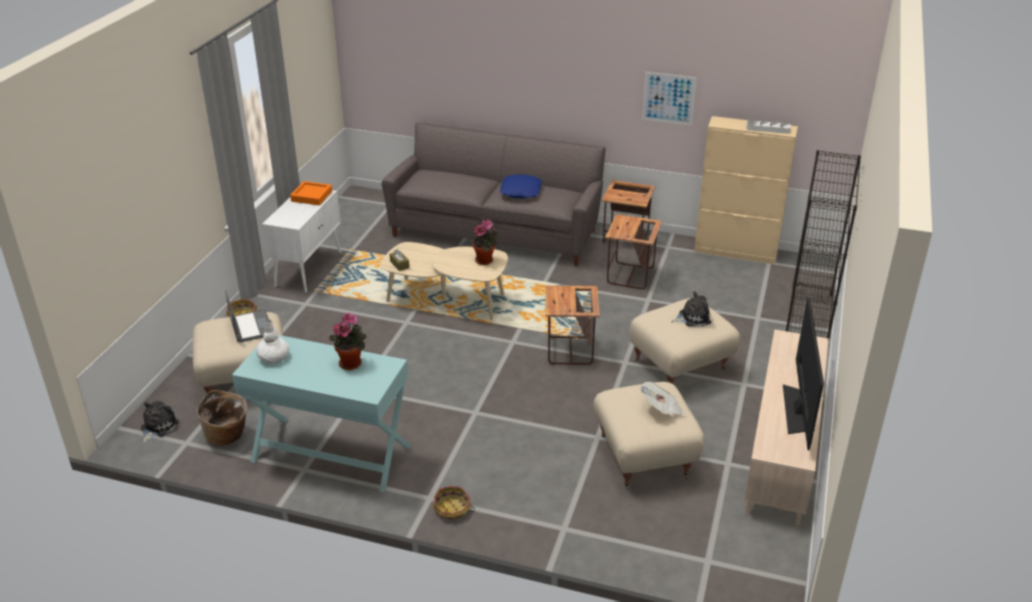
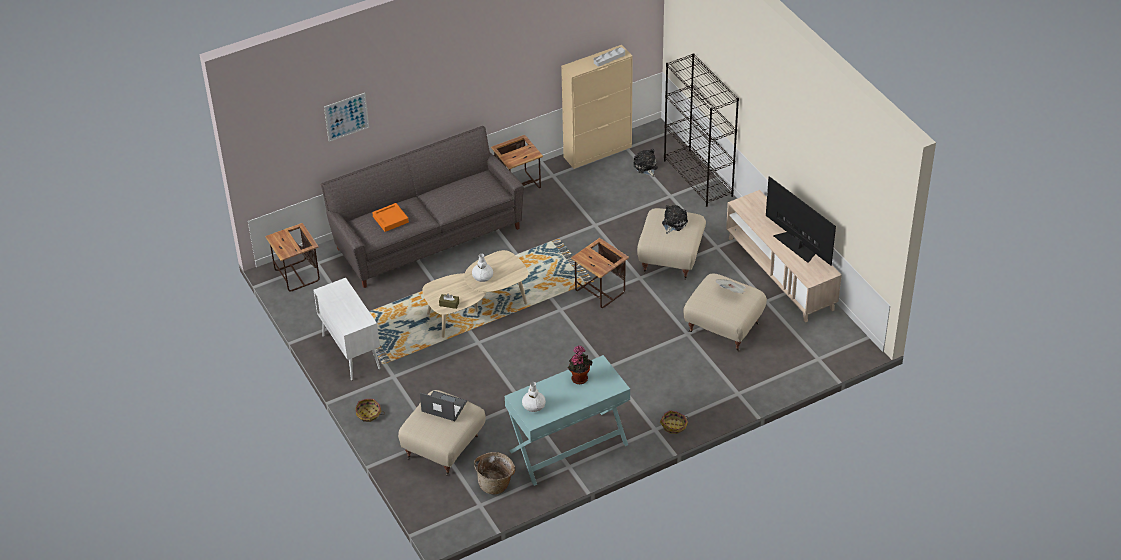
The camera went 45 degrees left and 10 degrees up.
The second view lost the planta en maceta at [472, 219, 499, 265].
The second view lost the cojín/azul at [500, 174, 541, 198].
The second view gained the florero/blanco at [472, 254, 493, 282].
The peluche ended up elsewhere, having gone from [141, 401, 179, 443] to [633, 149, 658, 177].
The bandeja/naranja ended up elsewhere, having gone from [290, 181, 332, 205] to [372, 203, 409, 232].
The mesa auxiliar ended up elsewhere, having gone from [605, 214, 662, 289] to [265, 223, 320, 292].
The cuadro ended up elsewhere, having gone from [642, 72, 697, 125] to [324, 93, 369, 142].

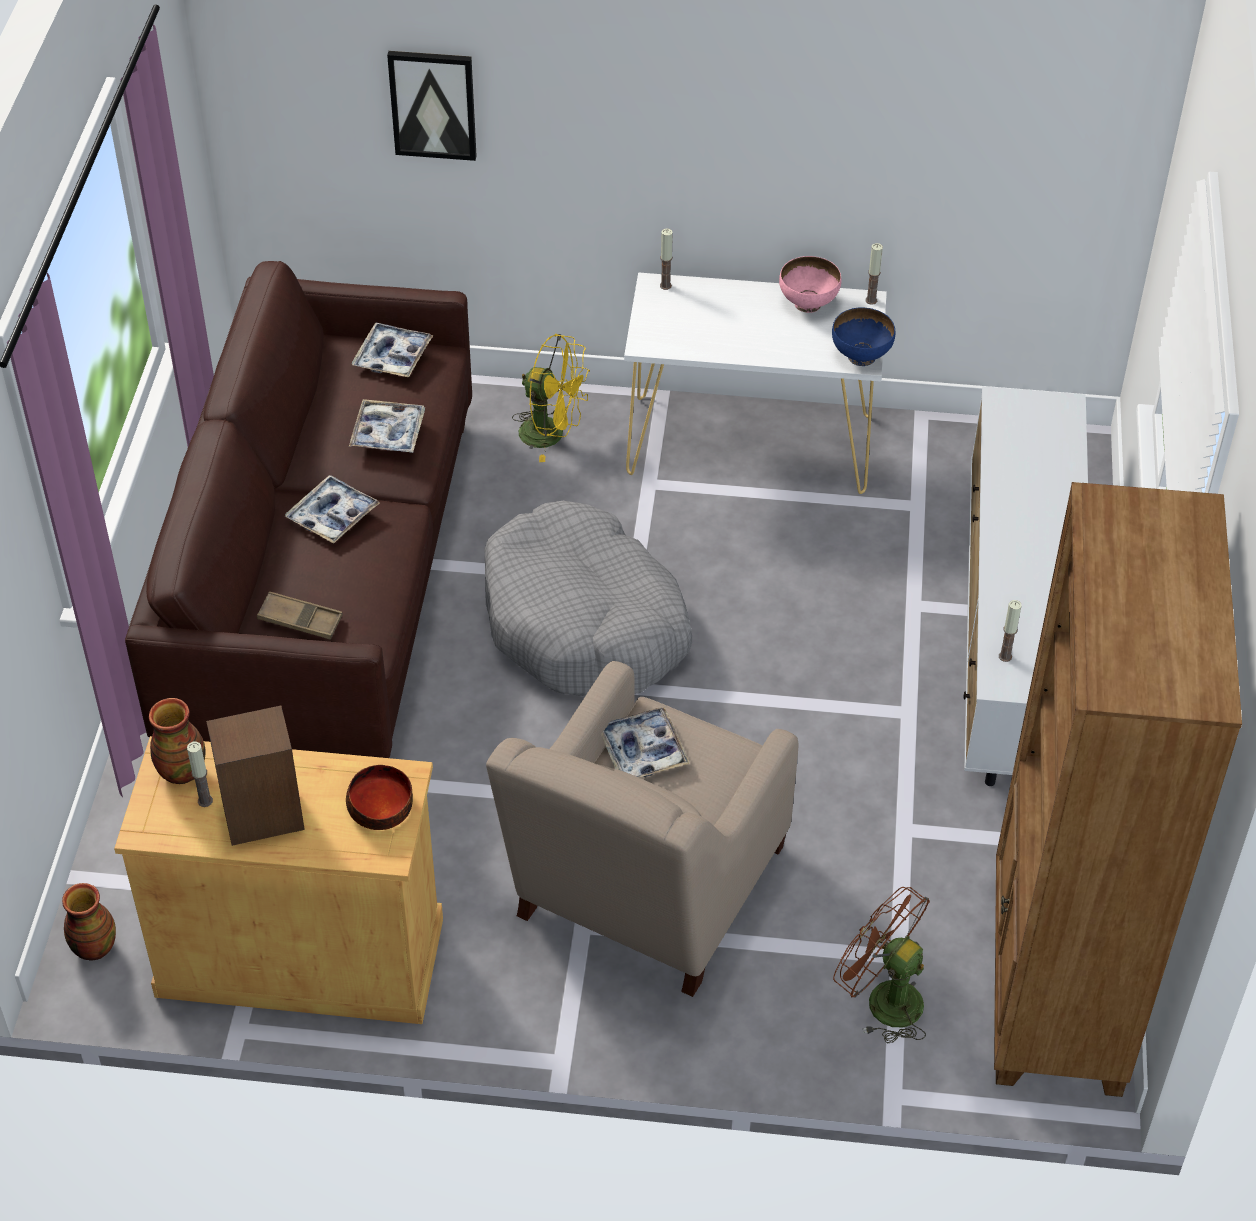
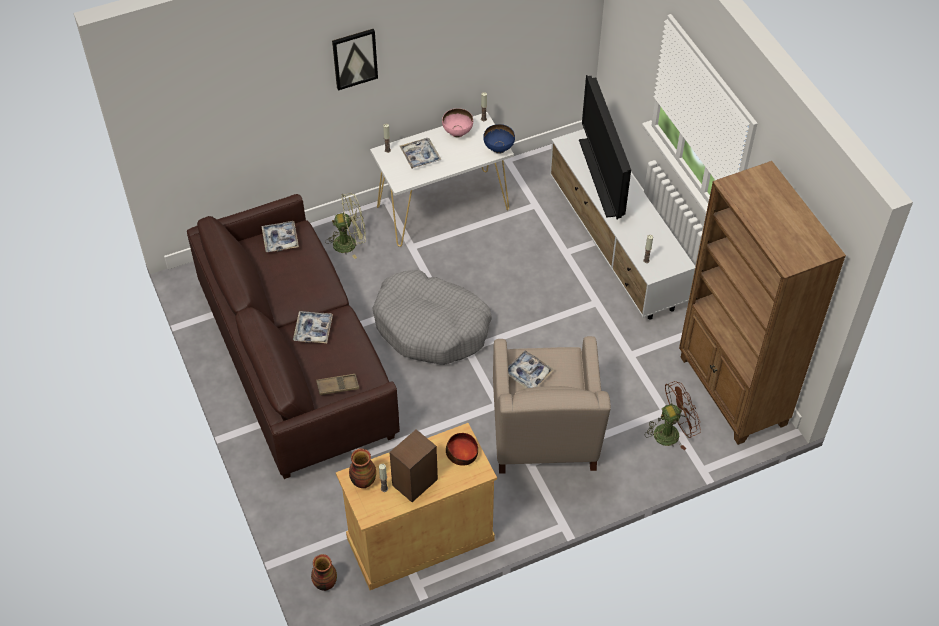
The camera went 30 degrees left and 5 degrees up.
The second view gained the televisor at [579, 75, 631, 220].
The bandeja ended up elsewhere, having gone from [349, 399, 425, 453] to [400, 138, 442, 169].
The cuadro ended up elsewhere, having gone from [387, 51, 477, 161] to [332, 29, 378, 90].
What was the ventilador/amarillo at [512, 334, 590, 462] turned into the ventilador/verde at [325, 193, 366, 259].
The ventilador/marrón at [833, 887, 930, 1043] ended up facing another way, 150 degrees clockwise from before.

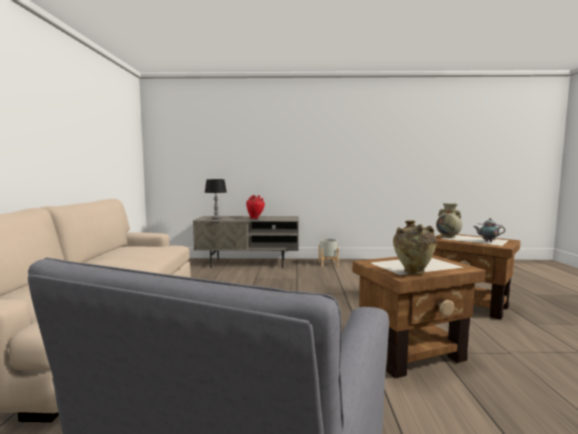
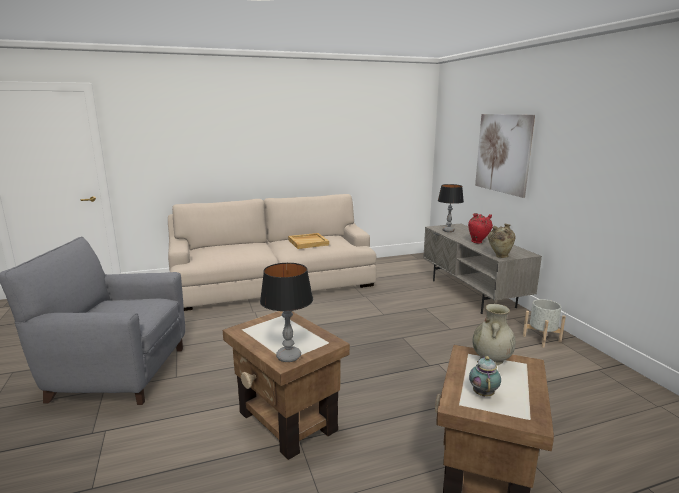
The camera went 70 degrees right and 10 degrees up.
The second view gained the lámpara de mesa at [260, 263, 313, 362].
The second view gained the bandeja/beis at [288, 233, 329, 249].
The second view gained the cuadro at [475, 114, 535, 198].
The florero/beis ended up elsewhere, having gone from [393, 220, 437, 275] to [488, 224, 516, 258].

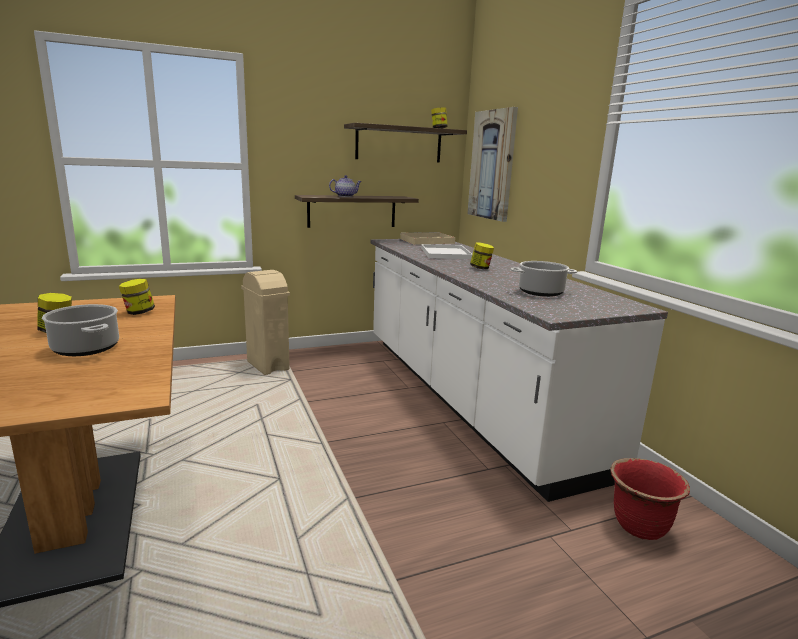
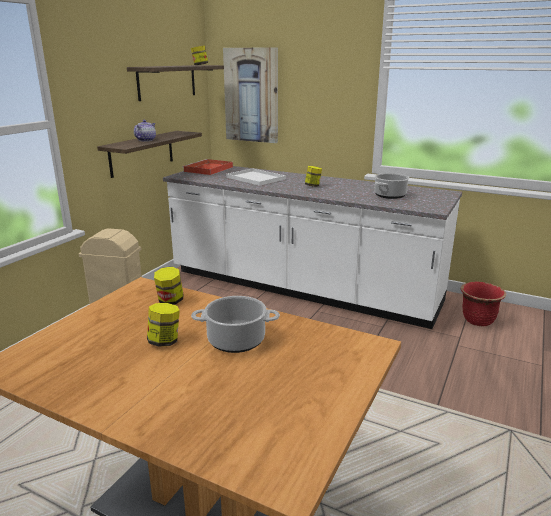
The camera went 40 degrees left and 5 degrees up.
What was the bandeja/beis at [400, 232, 455, 245] turned into the bandeja/rojo at [182, 159, 233, 175].

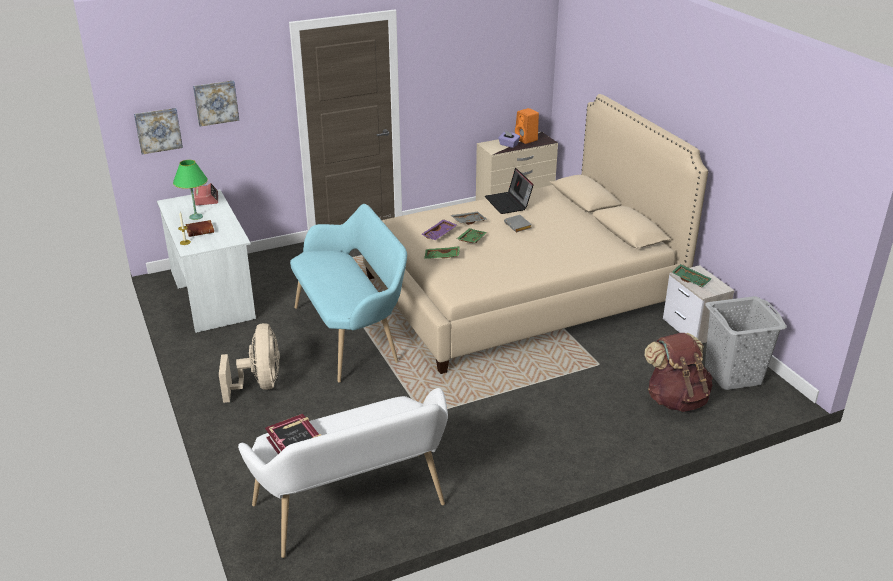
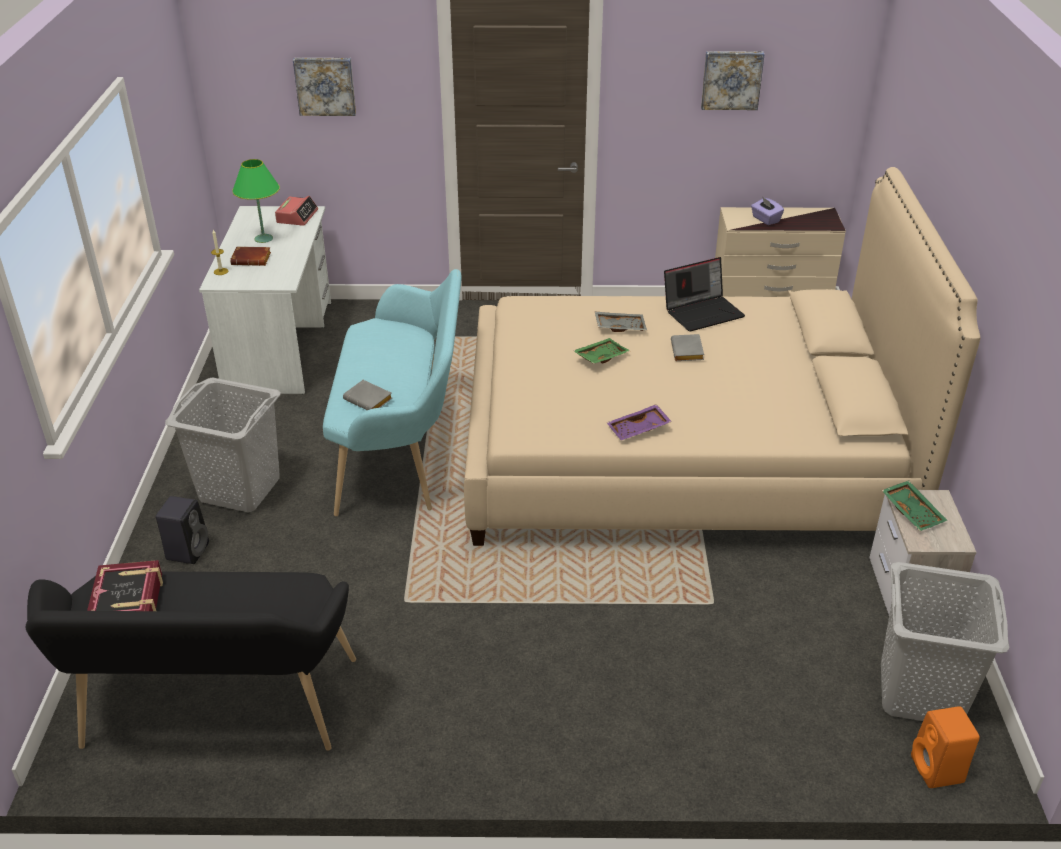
The camera went 25 degrees right and 5 degrees up.
The second view lost the bandeja/verde at [424, 246, 460, 259].
The second view lost the mochila/marrón at [644, 333, 713, 412].
The second view gained the altavoz/negro at [156, 496, 209, 564].
The second view gained the libro/gris at [343, 380, 392, 410].
The cuadro ended up elsewhere, having gone from [134, 108, 183, 154] to [701, 51, 765, 110].
The bandeja/morado ended up elsewhere, having gone from [421, 219, 457, 240] to [607, 404, 672, 440].
The altavoz/naranja ended up elsewhere, having gone from [515, 108, 539, 144] to [911, 706, 980, 788].
Where the ventilador/beis stood at [219, 323, 280, 403], the cesto de la ropa/gris came to stand at [165, 378, 280, 512].
What was the banco/blanco at [238, 388, 448, 558] turned into the banco/negro at [25, 571, 356, 751].
The portátil at [485, 168, 534, 214] ended up facing another way, 120 degrees counterclockwise from before.

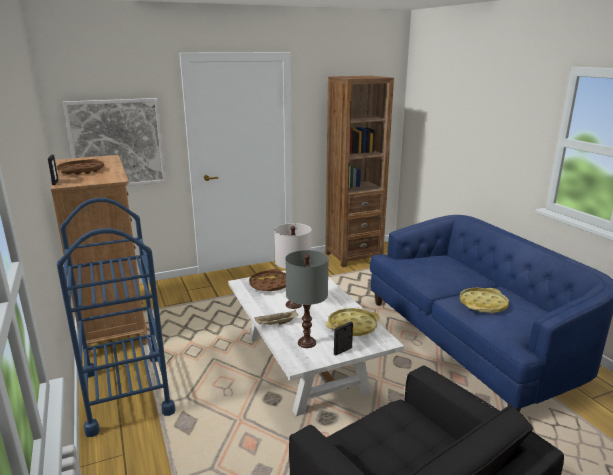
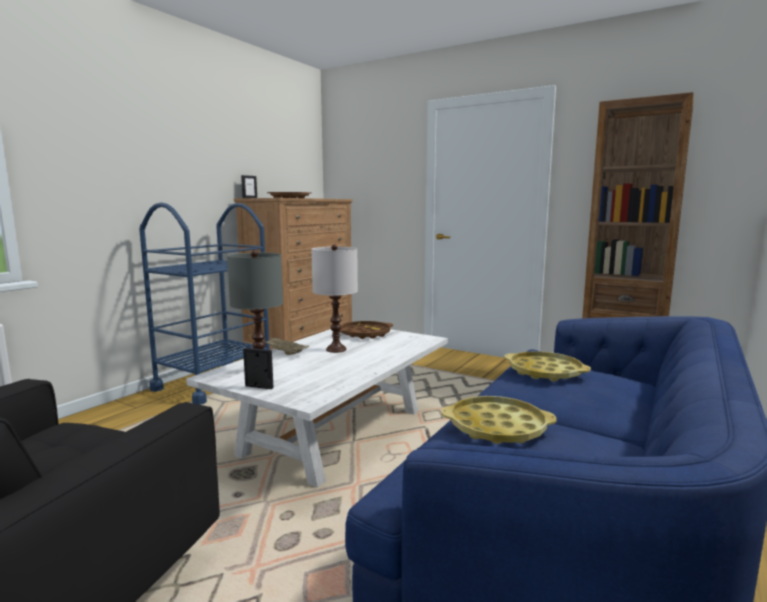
The camera went 55 degrees right and 10 degrees down.
The second view lost the cuadro at [63, 98, 166, 186].
The bandeja/amarillo ended up elsewhere, having gone from [326, 308, 380, 336] to [504, 351, 591, 382].

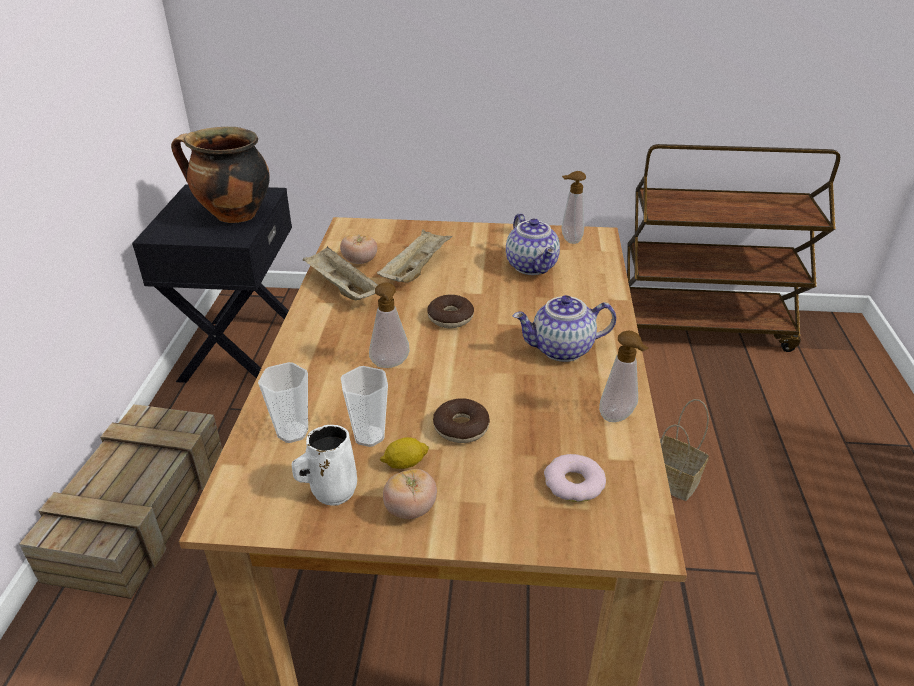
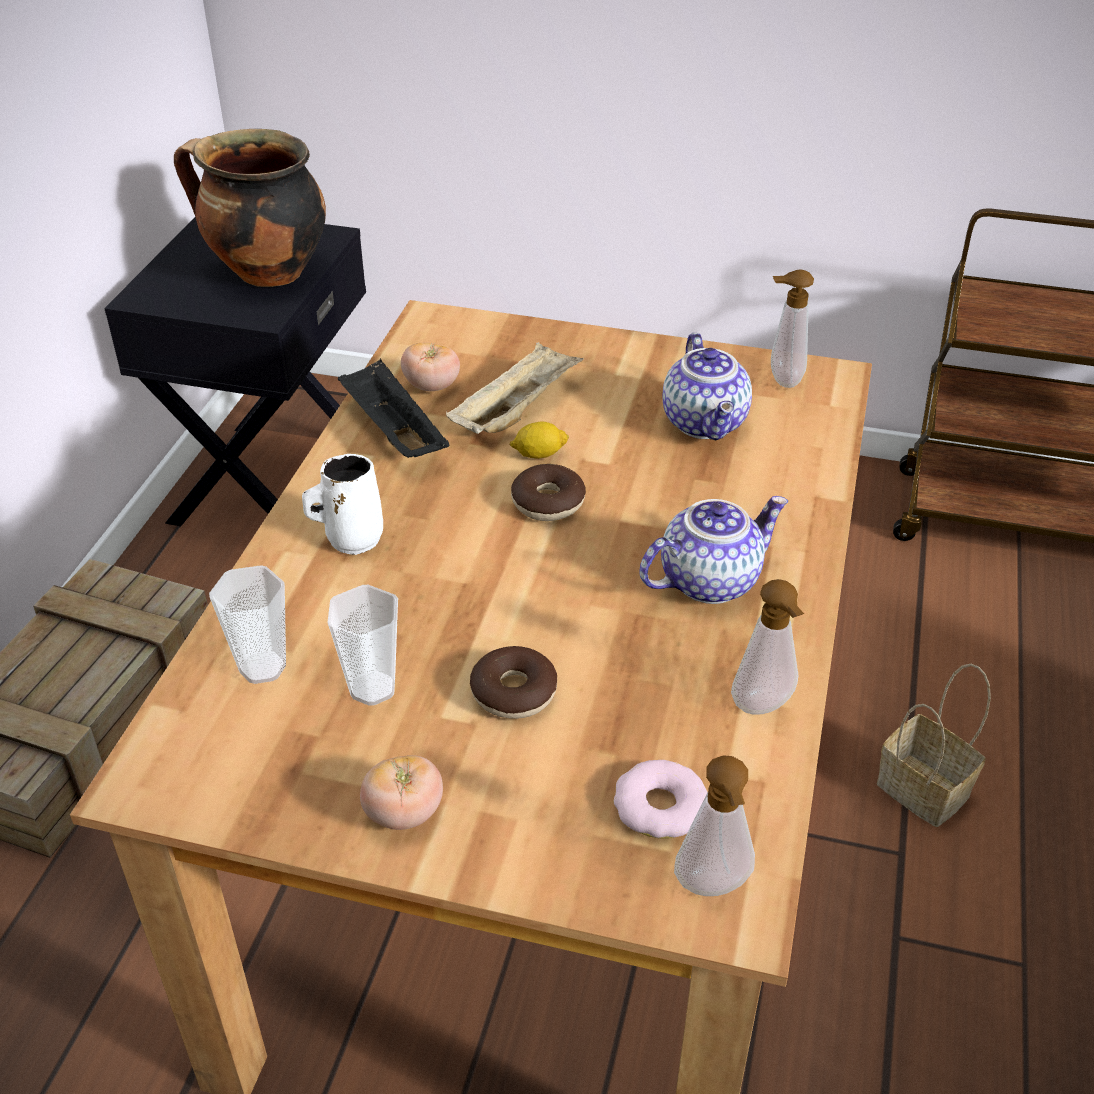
The camera went 10 degrees right and 5 degrees up.
The taza grande/blanco ended up elsewhere, having gone from [292, 425, 357, 506] to [302, 454, 383, 555].
The dispensador de jabón ended up elsewhere, having gone from [369, 282, 409, 368] to [674, 755, 755, 896].
The limón ended up elsewhere, having gone from [380, 437, 429, 469] to [510, 422, 569, 459].
What was the bandeja/beis at [303, 246, 378, 300] turned into the bandeja/negro at [338, 358, 450, 458].
The tetera at [513, 295, 616, 362] ended up facing another way, 150 degrees clockwise from before.

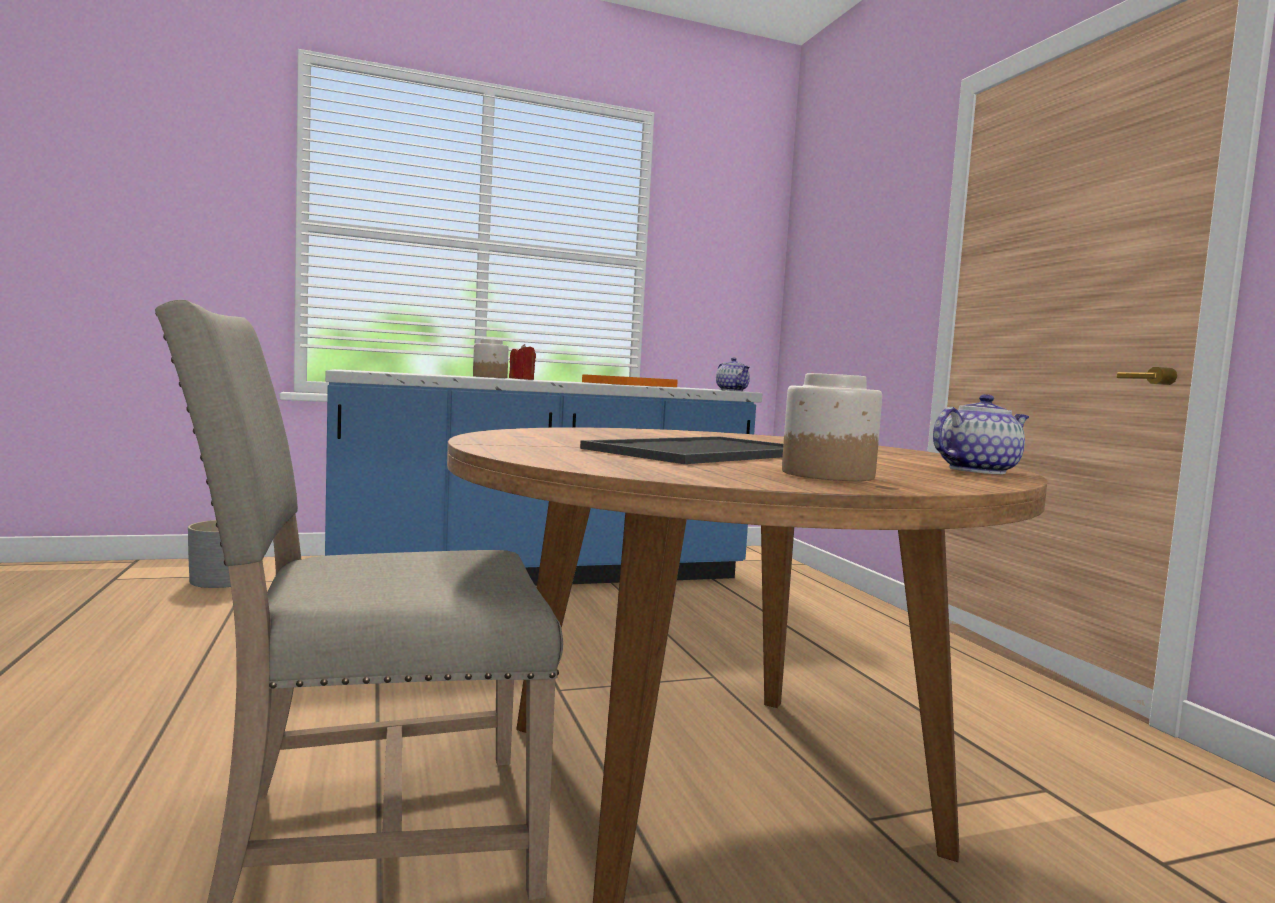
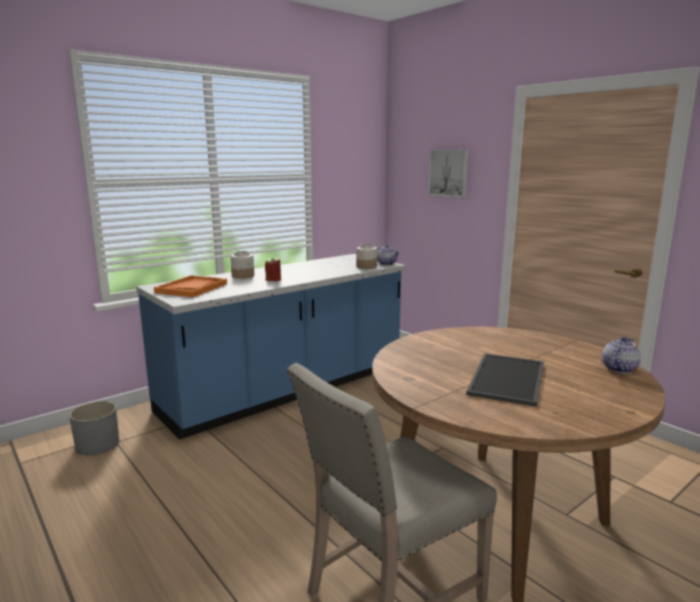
The camera went 20 degrees left and 10 degrees up.
The second view gained the cuadro at [428, 150, 469, 197].
The bandeja/naranja ended up elsewhere, having gone from [582, 374, 678, 387] to [154, 275, 227, 297].
The tarro ended up elsewhere, having gone from [782, 373, 882, 481] to [356, 244, 377, 269].

